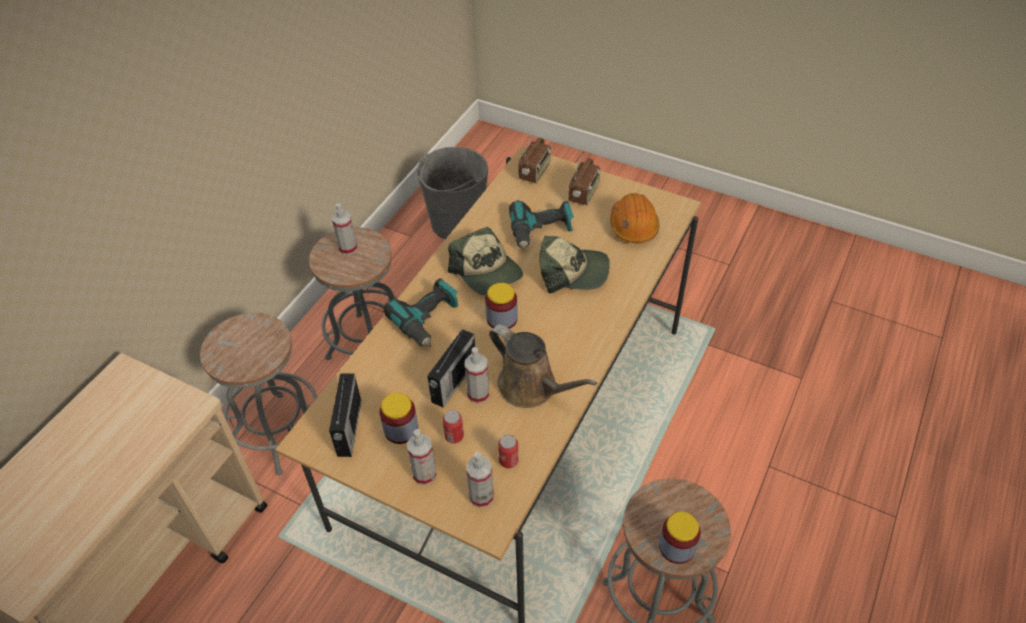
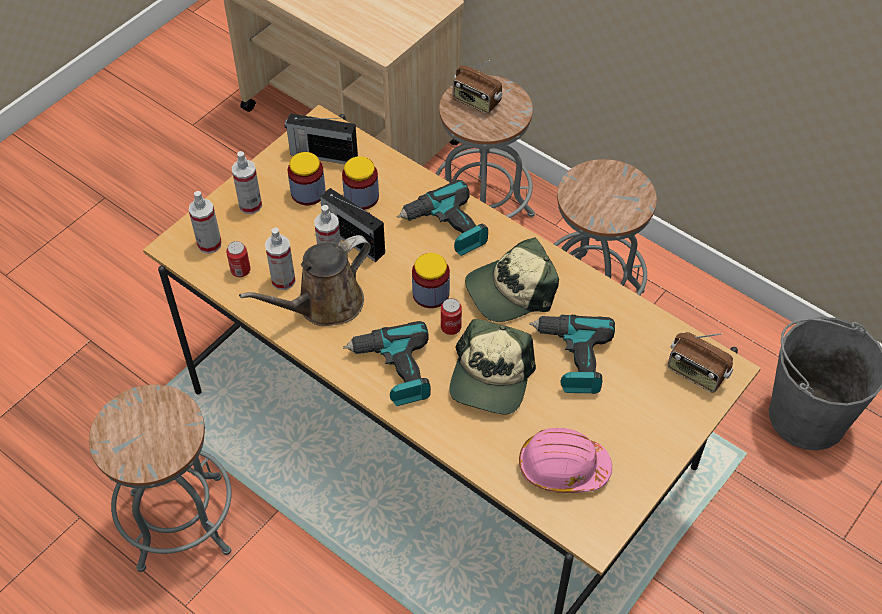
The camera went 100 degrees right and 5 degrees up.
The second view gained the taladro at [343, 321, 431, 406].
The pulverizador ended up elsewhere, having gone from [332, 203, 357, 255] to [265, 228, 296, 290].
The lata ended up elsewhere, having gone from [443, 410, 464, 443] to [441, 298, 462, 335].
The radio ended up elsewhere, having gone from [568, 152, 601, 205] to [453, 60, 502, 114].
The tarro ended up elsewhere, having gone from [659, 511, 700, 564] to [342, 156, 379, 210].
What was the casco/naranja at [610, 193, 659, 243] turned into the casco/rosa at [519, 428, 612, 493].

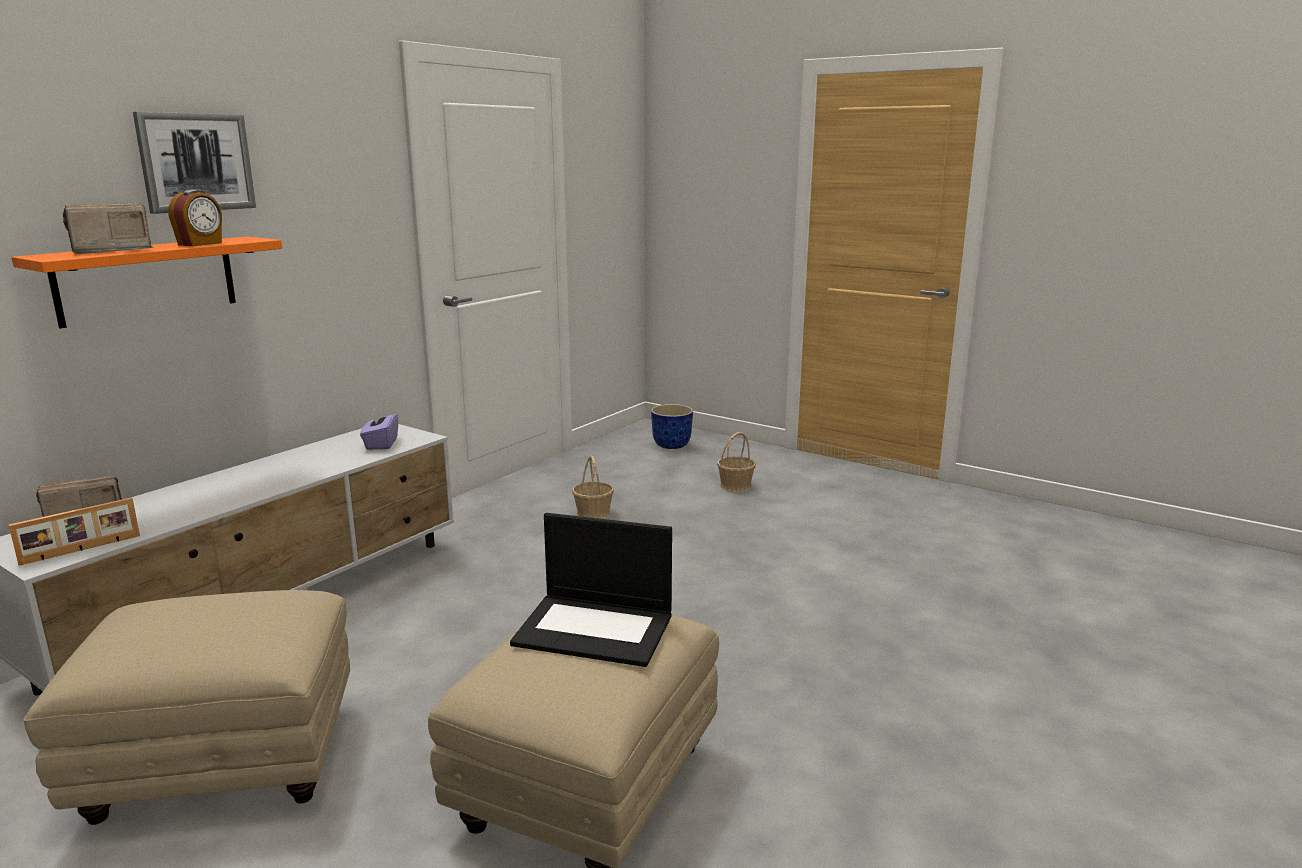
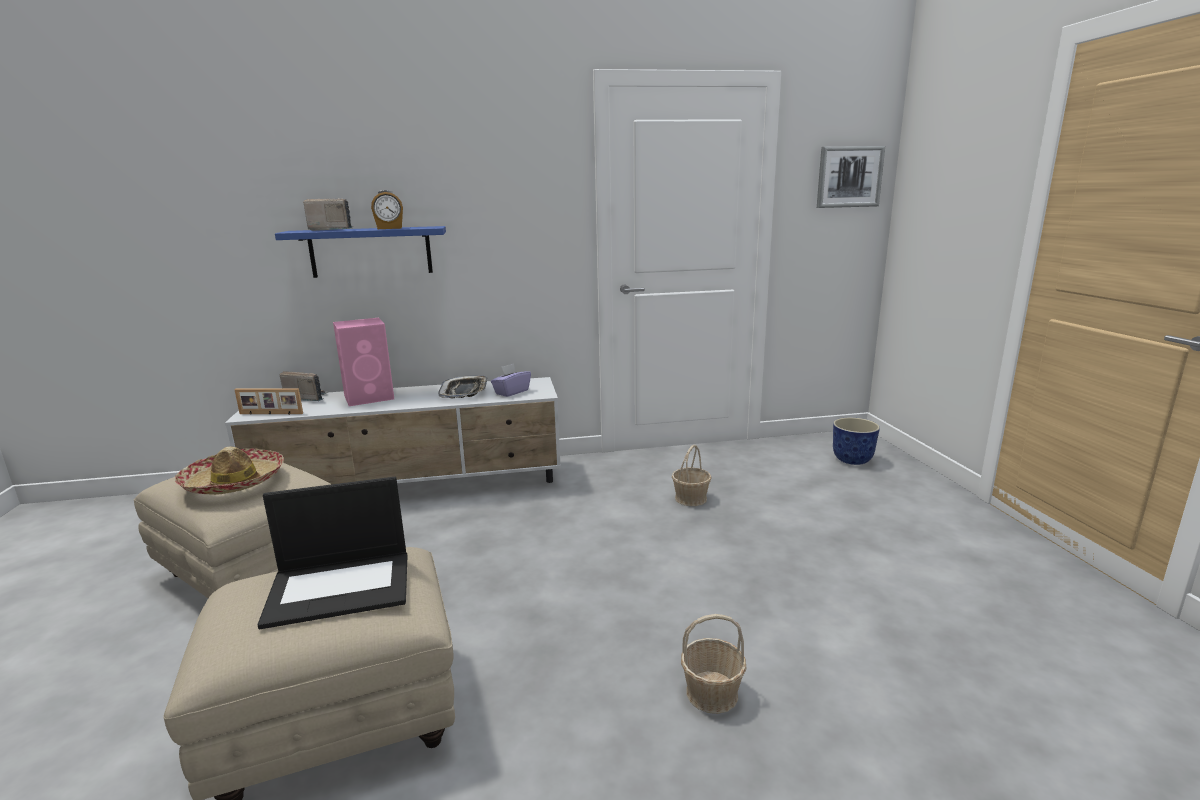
The camera went 45 degrees right and 0 degrees up.
The second view gained the sombrero at [175, 447, 284, 495].
The second view gained the altavoz/rosa at [333, 318, 394, 406].
The second view gained the bandeja at [438, 375, 487, 398].
The cuadro ended up elsewhere, having gone from [133, 112, 256, 214] to [817, 146, 885, 208].
The cesta ended up elsewhere, having gone from [717, 432, 756, 492] to [681, 614, 747, 714].
What was the estante/naranja at [11, 236, 282, 329] turned into the estante/azul at [275, 226, 446, 278].
The portátil at [510, 513, 672, 667] ended up facing another way, 75 degrees counterclockwise from before.

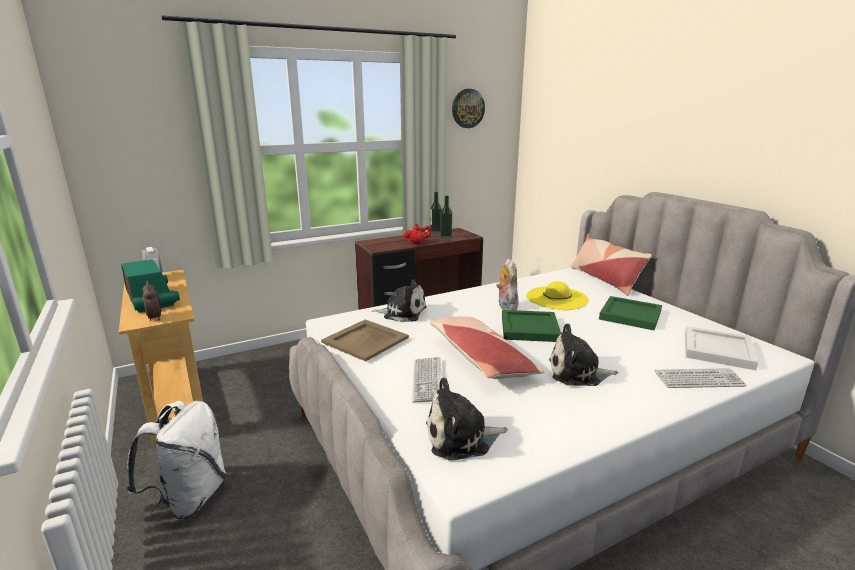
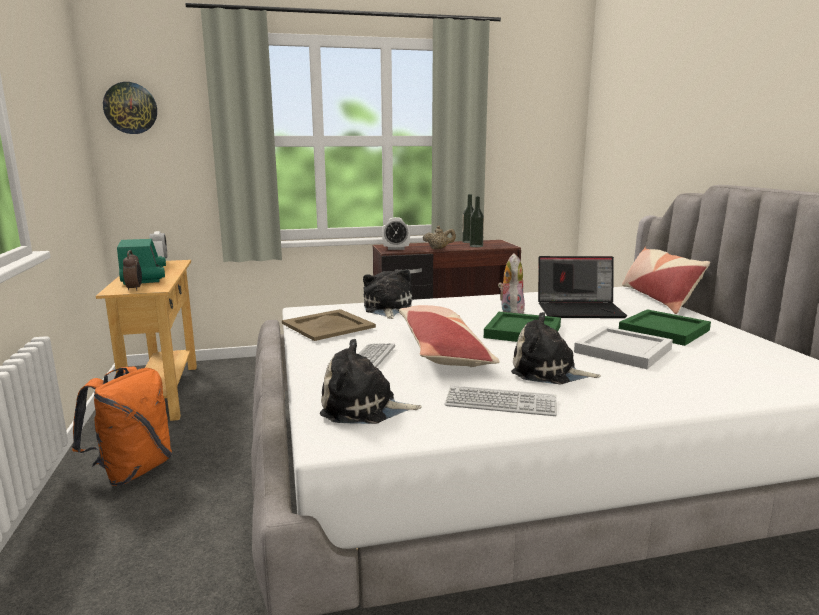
The camera went 15 degrees right and 5 degrees down.
The second view gained the despertador at [382, 217, 410, 250].
The reloj de pared ended up elsewhere, having gone from [452, 89, 485, 128] to [103, 82, 157, 134].
The teclado ended up elsewhere, having gone from [655, 368, 747, 388] to [445, 385, 557, 416].
The bandeja/blanco ended up elsewhere, having gone from [685, 326, 758, 370] to [574, 326, 673, 369].
Where the sombrero/amarillo stood at [526, 281, 589, 310], the portátil came to stand at [538, 256, 627, 318].
What was the mochila/blanco at [127, 401, 226, 520] turned into the mochila/naranja at [72, 366, 172, 486].
What was the tetera/rojo at [403, 224, 431, 244] turned into the tetera/beis at [423, 226, 456, 249].
The peluche at [372, 279, 426, 322] ended up facing another way, 120 degrees counterclockwise from before.

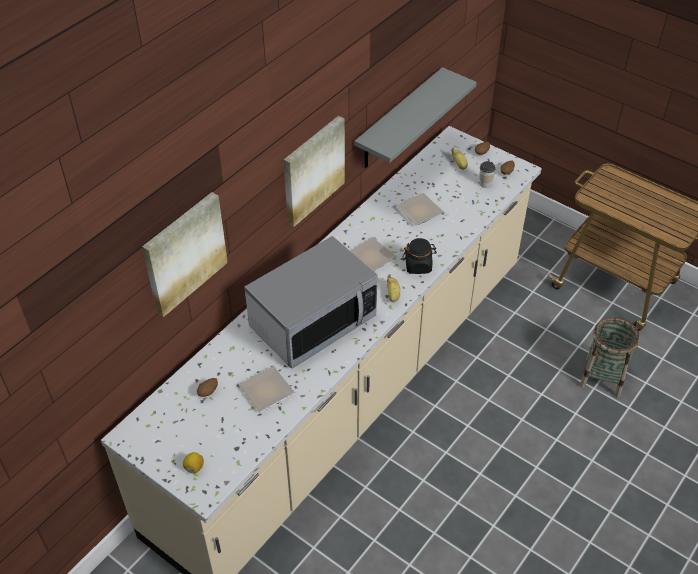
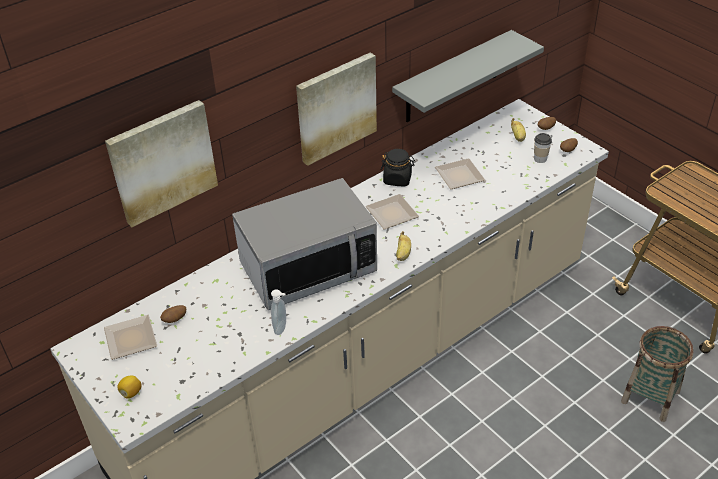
The camera went 15 degrees right and 5 degrees down.
The second view gained the dispensador de jabón at [271, 290, 286, 335].
The plato ended up elsewhere, having gone from [239, 366, 295, 412] to [104, 315, 157, 360].
The tarro/negro ended up elsewhere, having gone from [403, 238, 437, 274] to [381, 149, 416, 187].

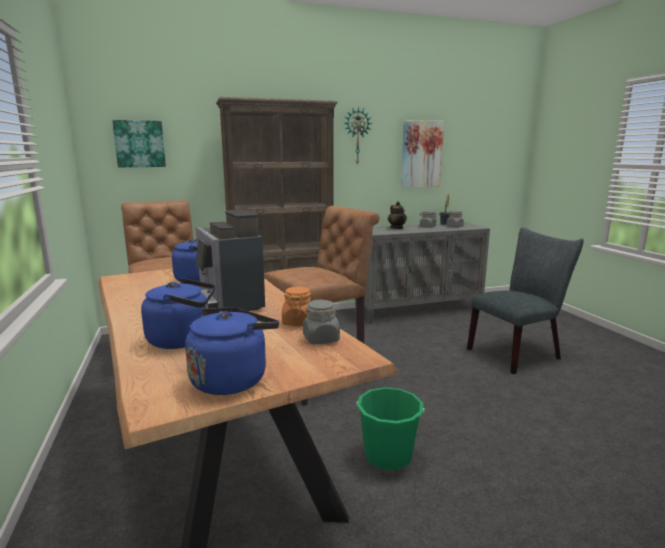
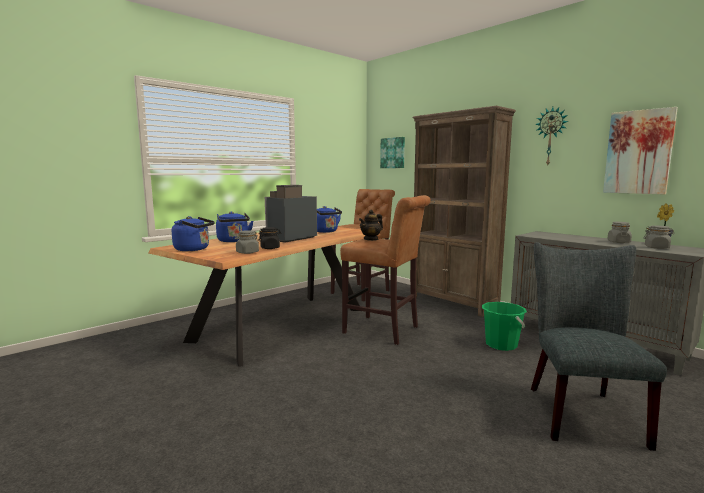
The camera went 65 degrees right and 5 degrees down.
The cubo/verde ended up elsewhere, having gone from [357, 387, 425, 471] to [482, 302, 527, 351].
The tetera ended up elsewhere, having gone from [388, 201, 407, 229] to [359, 209, 383, 241].
What was the tarro/naranja at [282, 286, 311, 326] turned into the tarro/negro at [258, 227, 281, 249].
The silla/gris at [467, 227, 584, 374] ended up facing another way, 120 degrees counterclockwise from before.

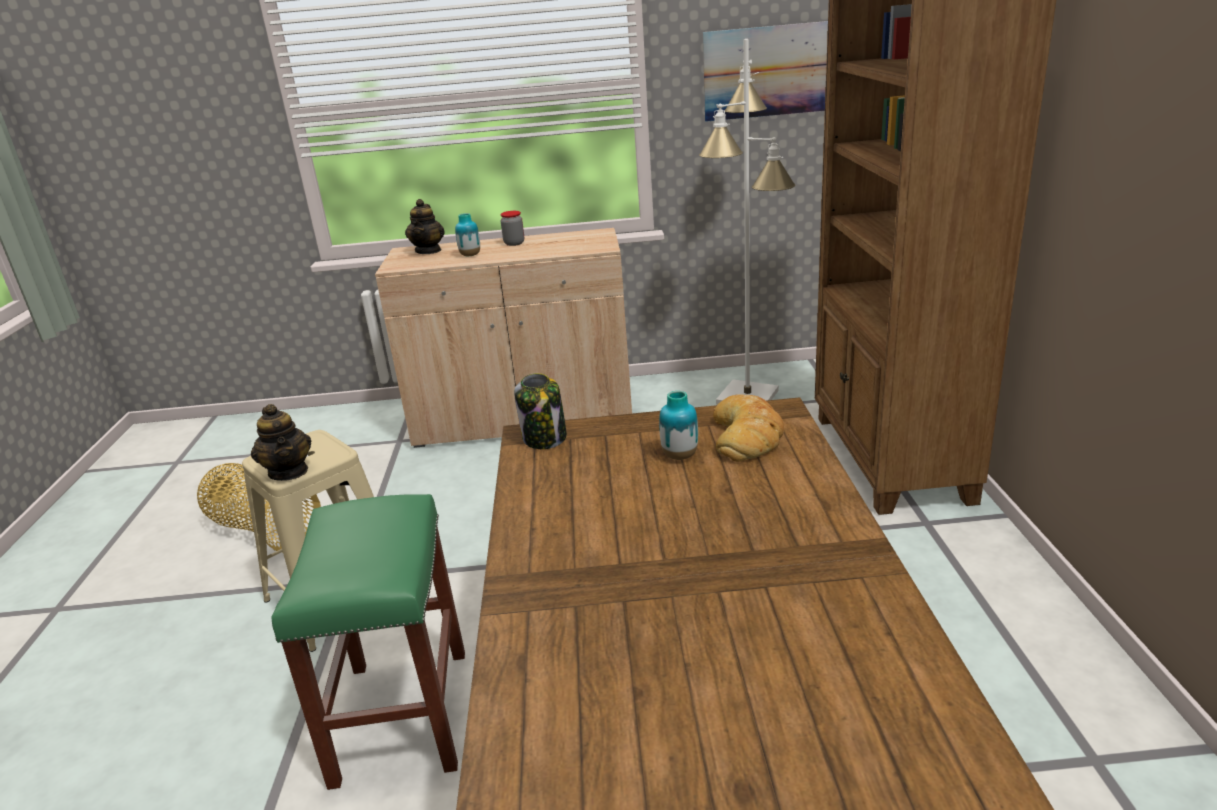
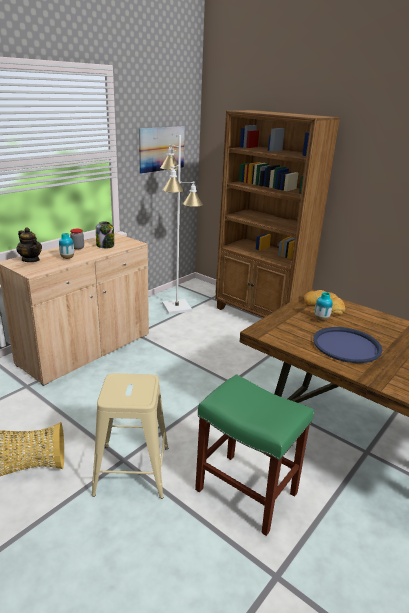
The camera went 50 degrees left and 0 degrees up.
The second view lost the tetera at [251, 404, 311, 481].
The second view gained the bandeja/azul at [313, 327, 382, 363].
The tarro ended up elsewhere, having gone from [514, 373, 567, 449] to [96, 221, 114, 248].

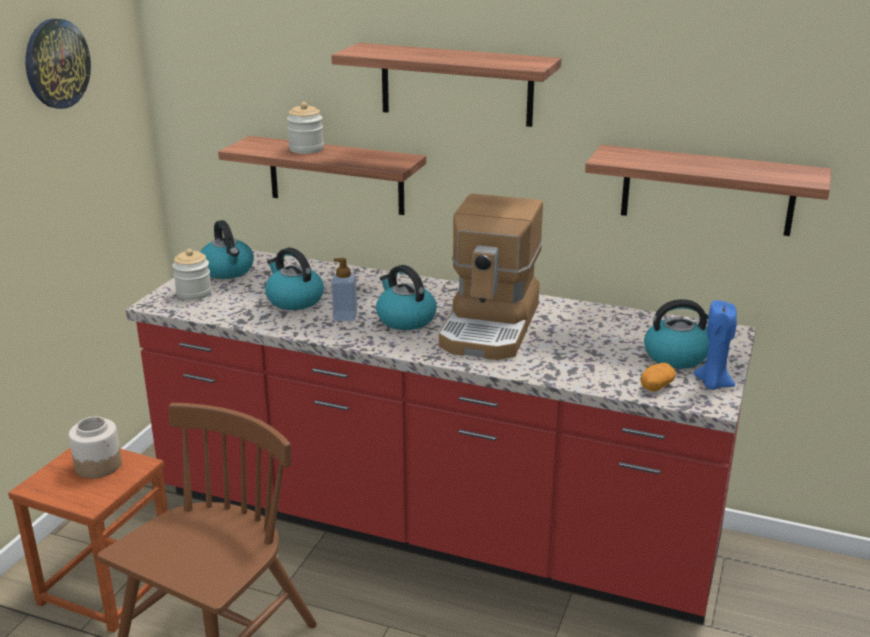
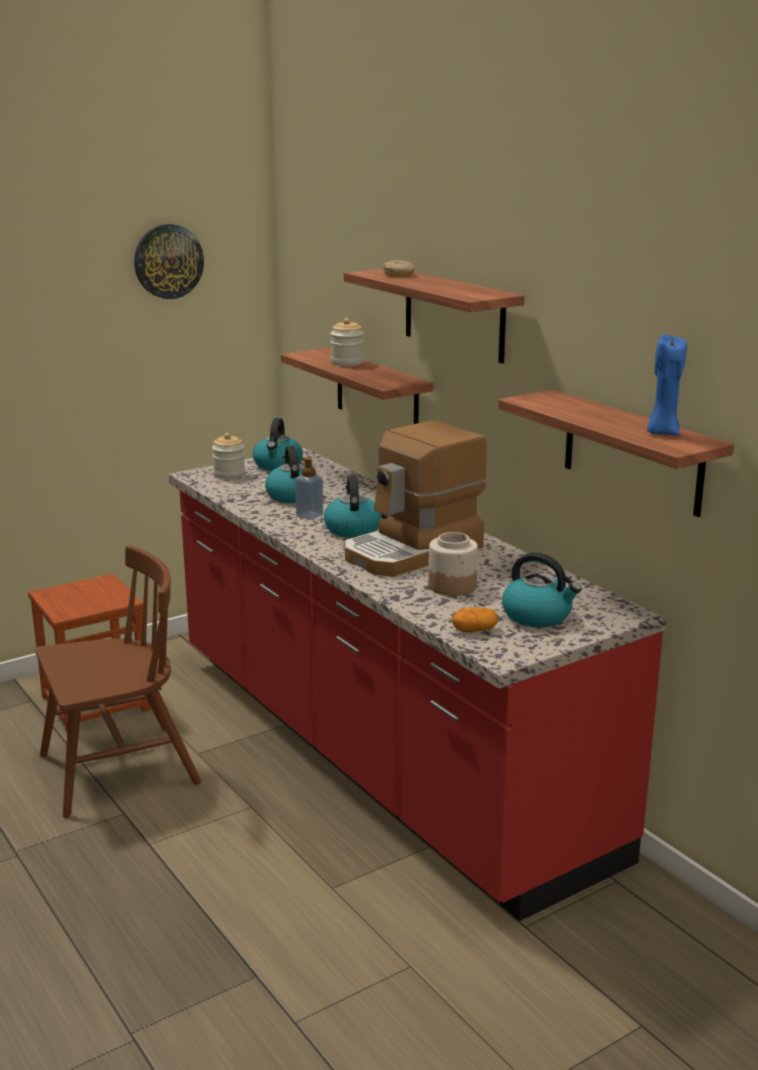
The camera went 35 degrees right and 5 degrees down.
The second view gained the rosquilla at [383, 260, 415, 277].
The tarro ended up elsewhere, having gone from [69, 416, 122, 478] to [429, 532, 478, 596].
The vela/azul ended up elsewhere, having gone from [694, 300, 737, 390] to [647, 335, 687, 435].

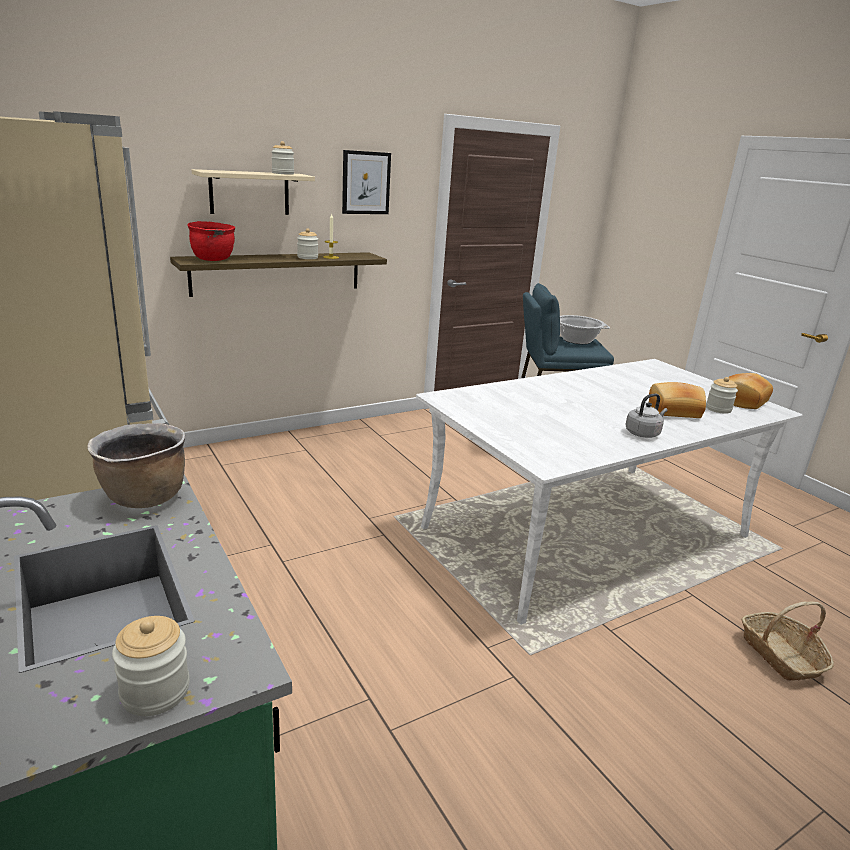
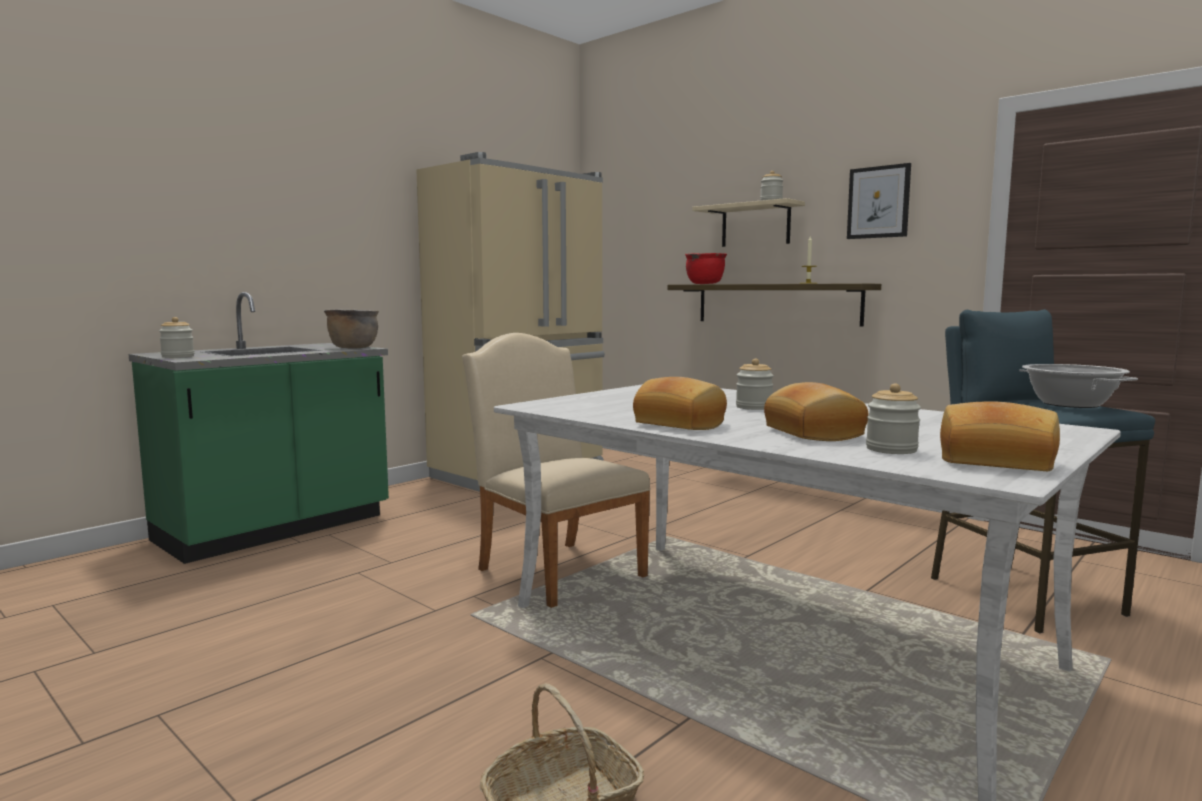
The camera went 75 degrees right and 15 degrees down.
The second view gained the silla/beis at [462, 333, 651, 608].
The tarro ended up elsewhere, having gone from [297, 229, 318, 259] to [736, 359, 774, 410].
Where the hervidor/gris stood at [625, 393, 668, 438], the pan came to stand at [633, 377, 727, 430].

